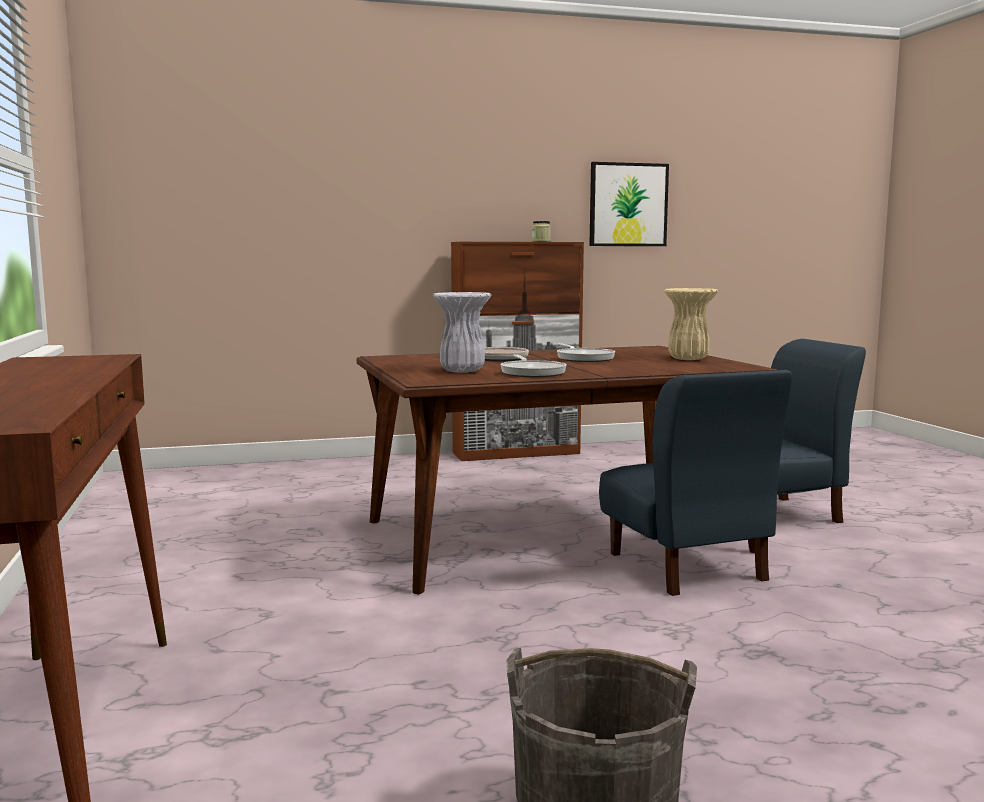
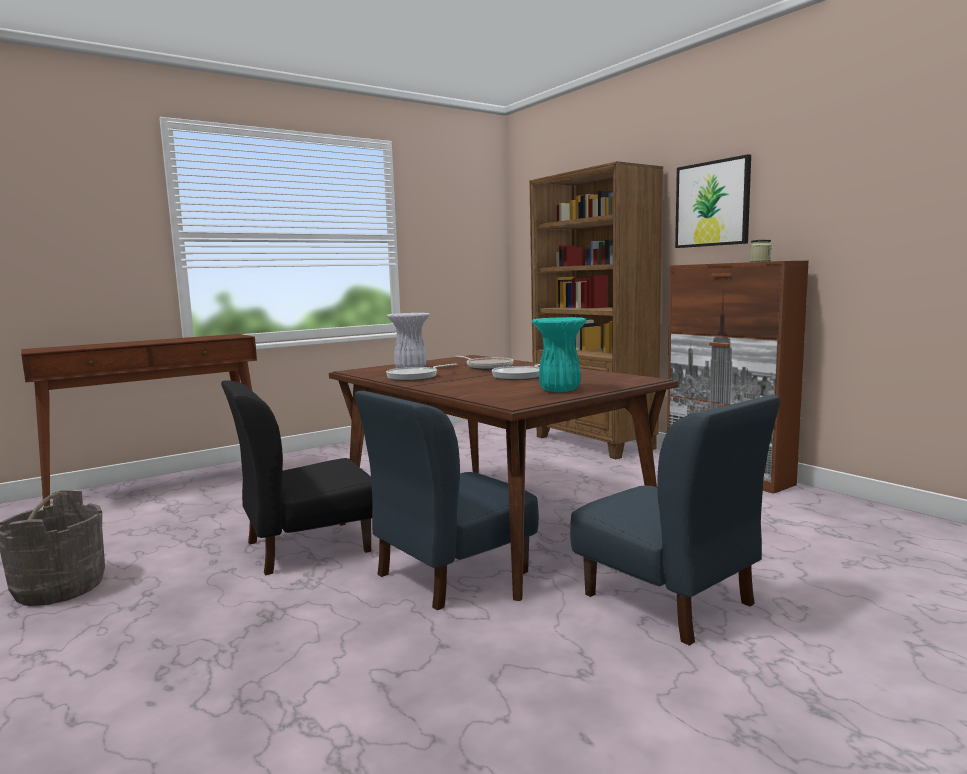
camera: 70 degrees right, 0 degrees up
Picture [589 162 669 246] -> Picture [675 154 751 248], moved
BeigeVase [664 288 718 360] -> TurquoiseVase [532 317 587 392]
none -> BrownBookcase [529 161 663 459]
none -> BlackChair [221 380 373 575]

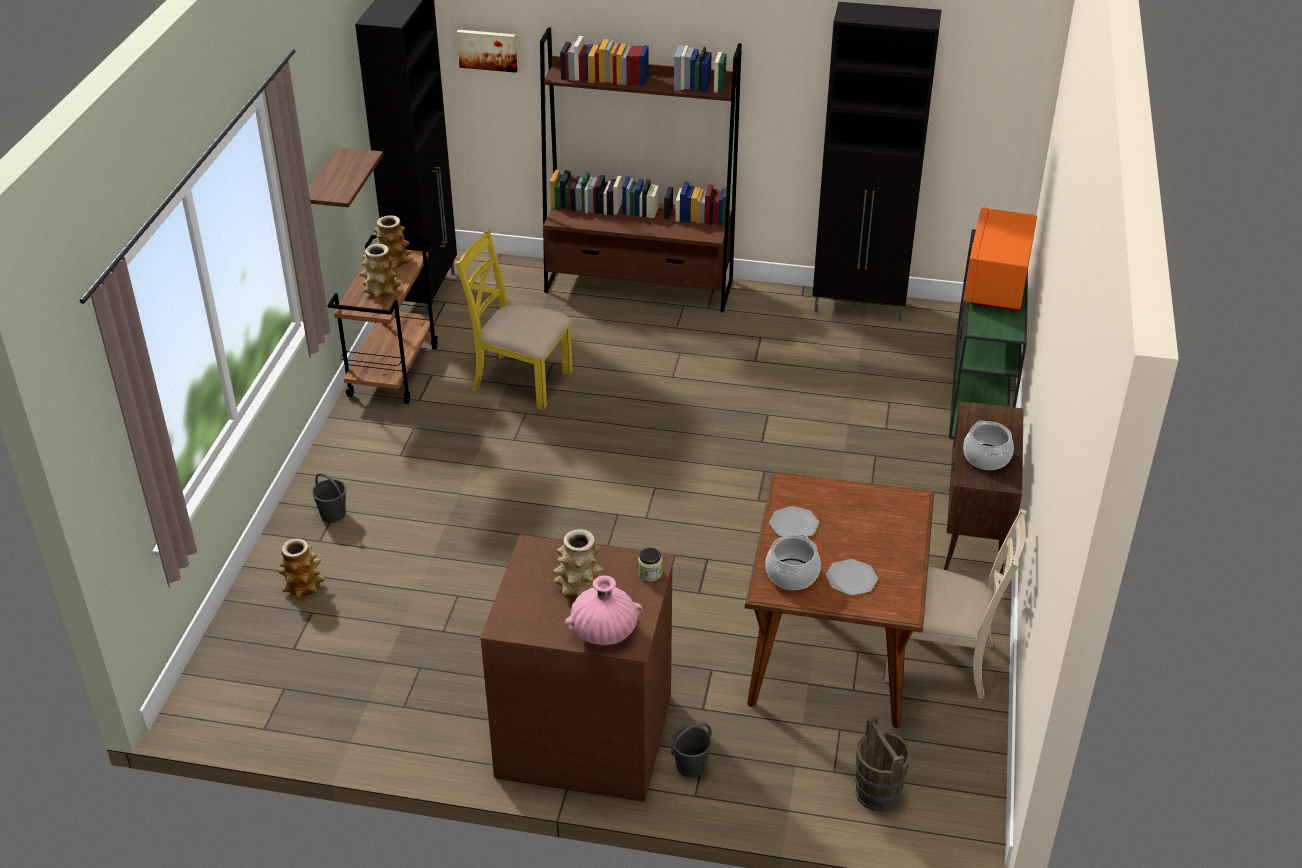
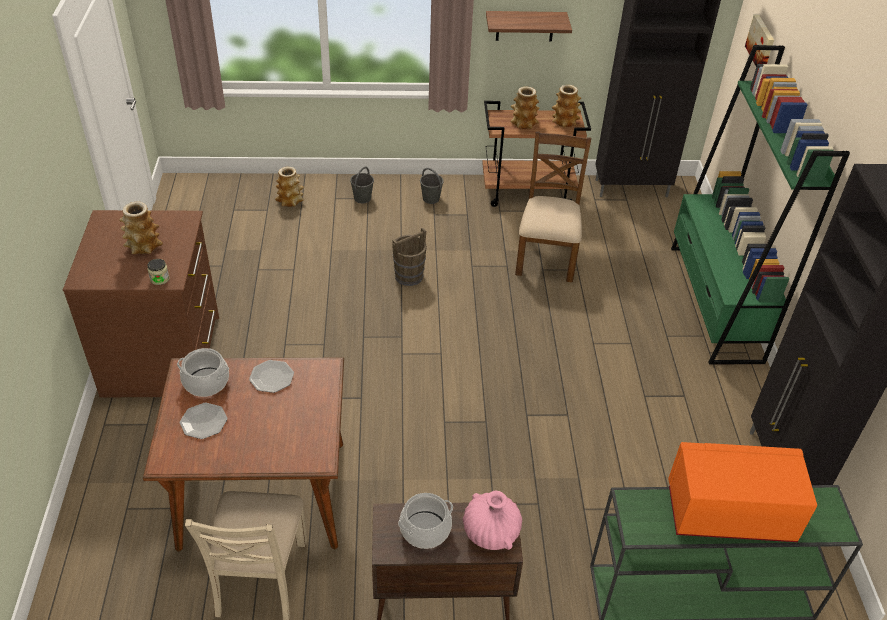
camera: 75 degrees right, 5 degrees up
BrownBookcase [540 27 742 312] -> GreenBookcase [671 45 850 364]
YellowChair [455 230 573 410] -> BrownChair [515 131 591 282]
PinkVase [565 575 643 645] -> PinkVase [463 491 522 550], moved
BrownBucket [855 716 911 811] -> BrownBucket [392 227 427 286], moved
GreyBucket [671 722 712 778] -> GreyBucket [420 168 444 204], moved

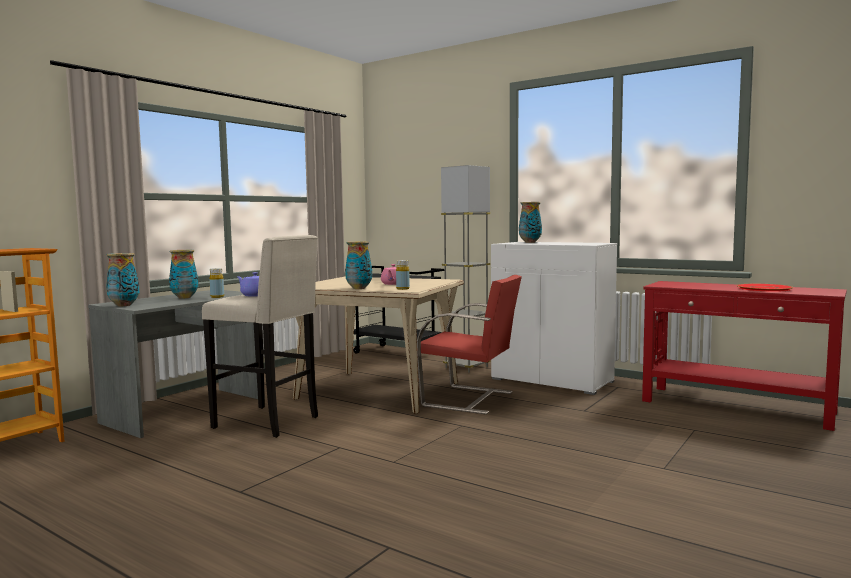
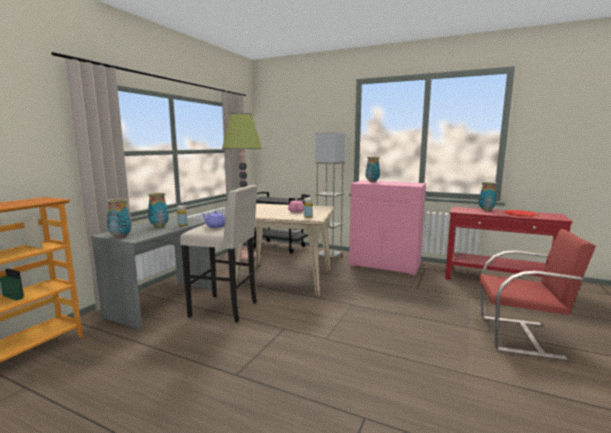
camera: 10 degrees left, 5 degrees up
Vase [345 241 372 289] -> Vase [479 182 497 211], moved
WhiteCabinet [491 242 617 395] -> PinkCabinet [349 180 426 276]
RedChair [417 275 522 415] -> RedChair [478 229 596 360], moved
none -> FloorLamp [222 113 262 259]

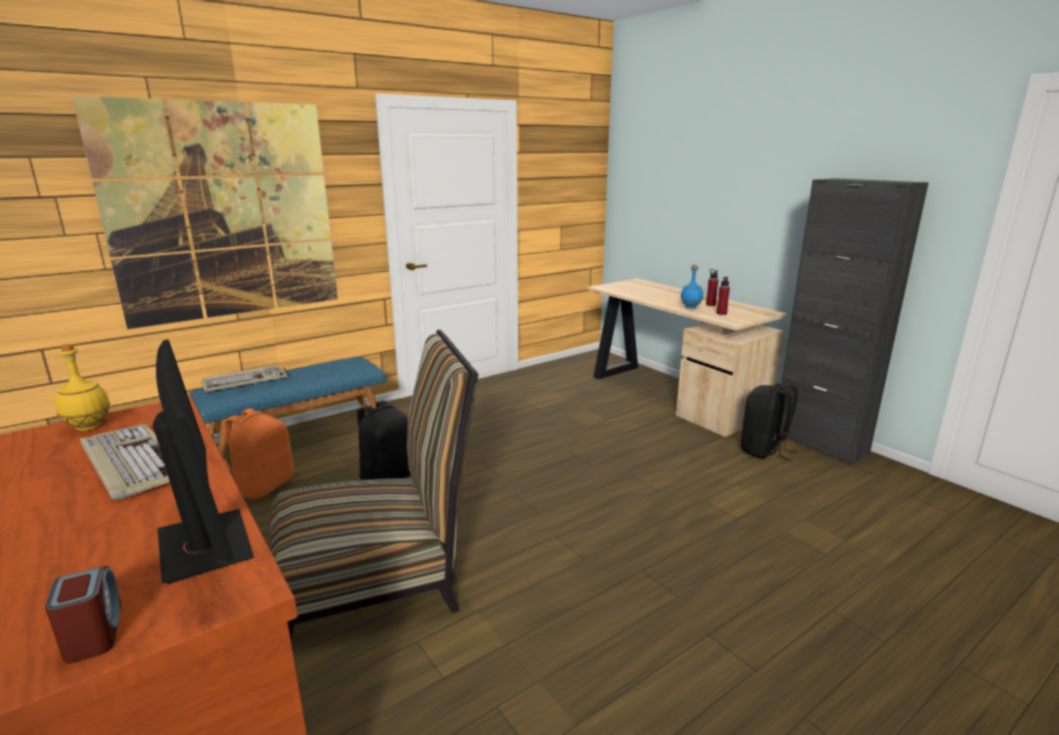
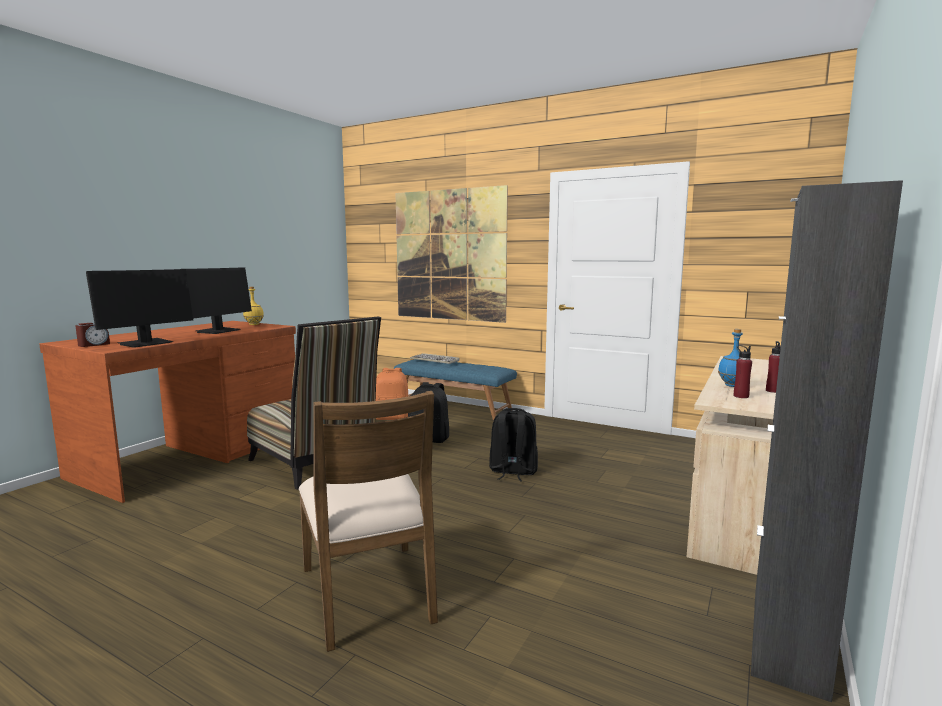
camera: 65 degrees right, 10 degrees down
BlackBackpack [741 383 798 461] -> BlackBackpack [489 408 538 482], moved
Keyboard [80 424 170 500] -> Monitor [186 267 252 334]
none -> BrownChair [299 391 438 652]

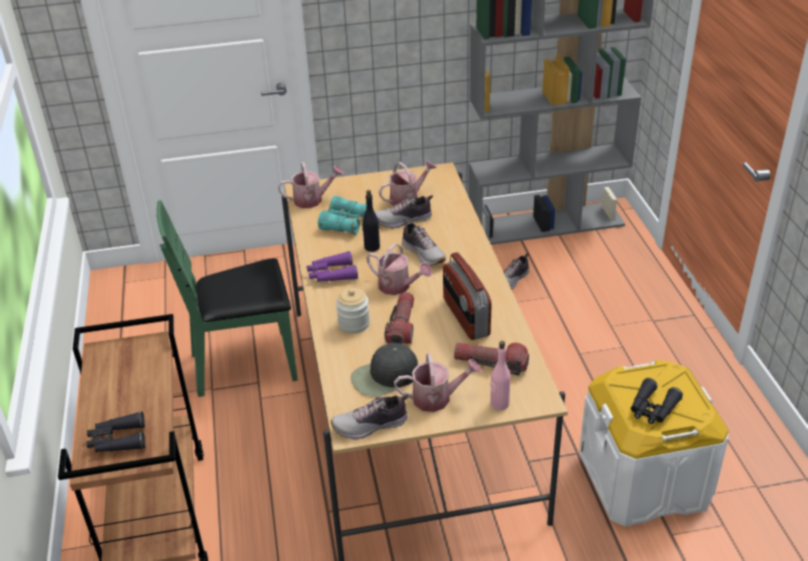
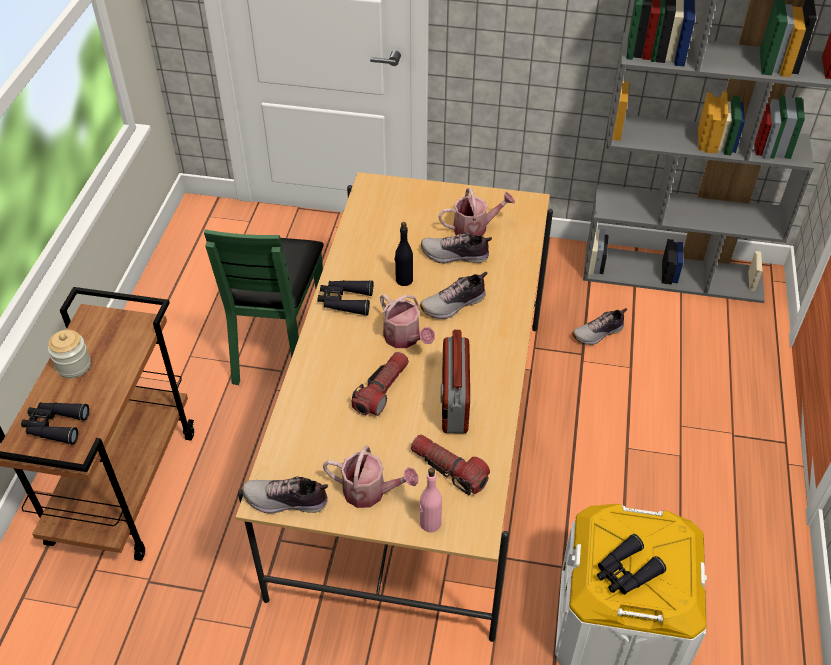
camera: 20 degrees right, 10 degrees up
WateringCan [278 162 344 208] -> none
TurquoiseBinoculars [318 196 367 235] -> none
GreenChair [156 200 298 397] -> GreenChair [204 230 324 385], 90 degrees counterclockwise
Shoe [402 219 446 266] -> Shoe [420 272 487 319], 75 degrees clockwise
PurpleBinoculars [307 251 358 282] -> BlackBinoculars [318 280 373 316]
Jar [336 288 370 334] -> Jar [48 330 91 378], moved
BlackCap [351 343 418 397] -> none

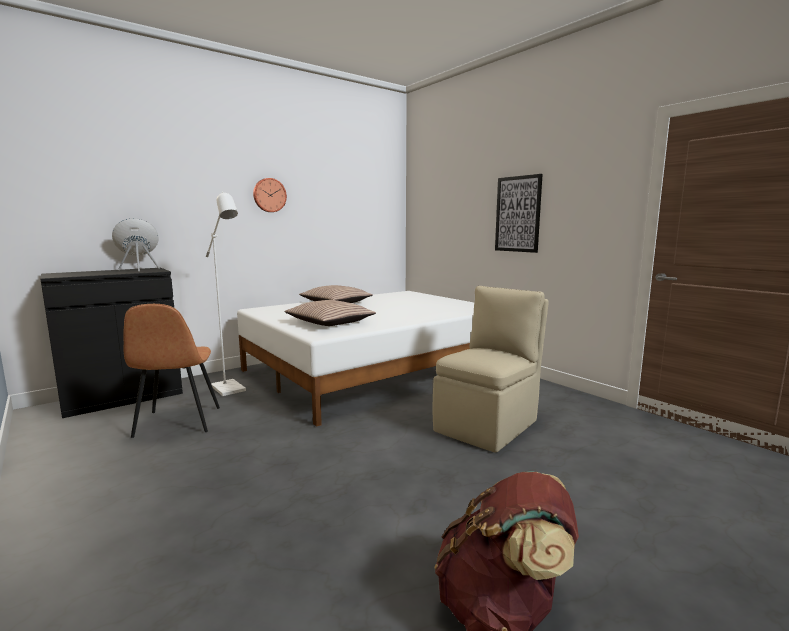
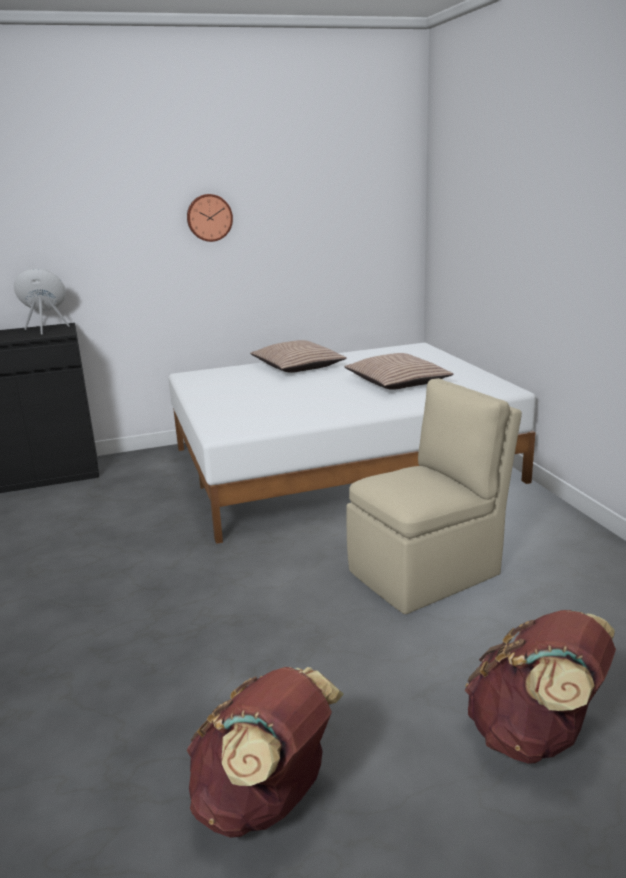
camera: 20 degrees right, 10 degrees up
Picture [495 174 543 253] -> none
WhiteFloorLamp [206 191 246 396] -> none
Pillow [285 300 376 326] -> Pillow [344 353 454 390], moved
BrownChair [124 304 220 438] -> none
none -> BrownBackpack [465 610 616 764]

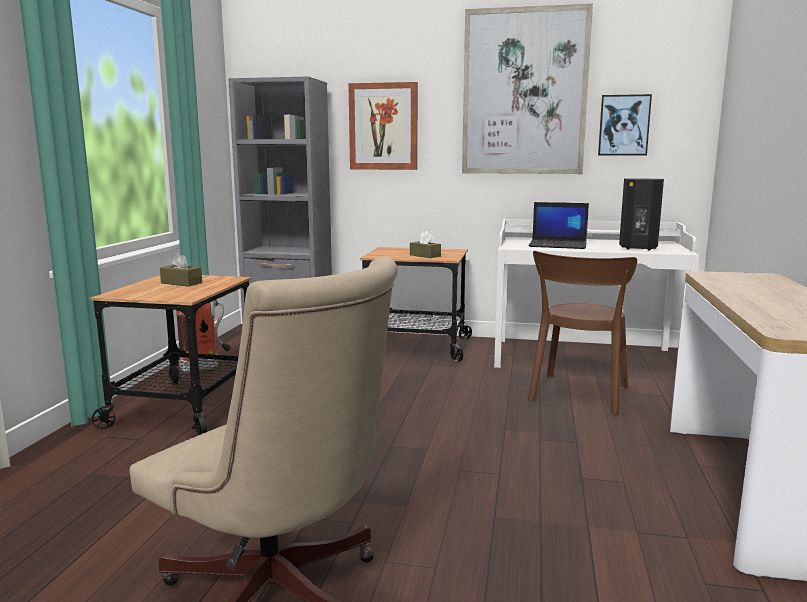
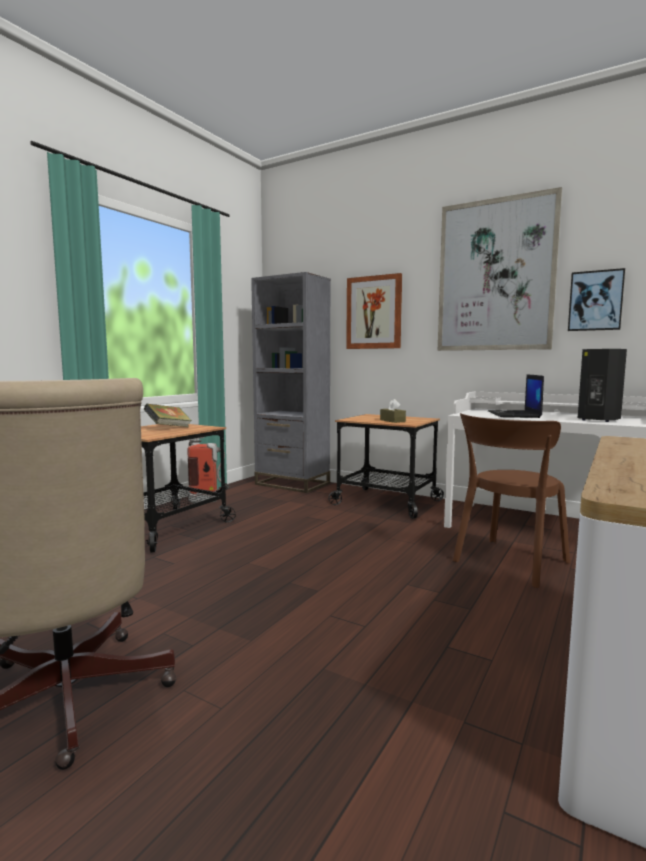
camera: 20 degrees right, 5 degrees down
Laptop [528 202 589 249] -> Laptop [488 374 544 418], 60 degrees clockwise
BrownTissueBox [160 252 202 287] -> Book [144 404 192 427]

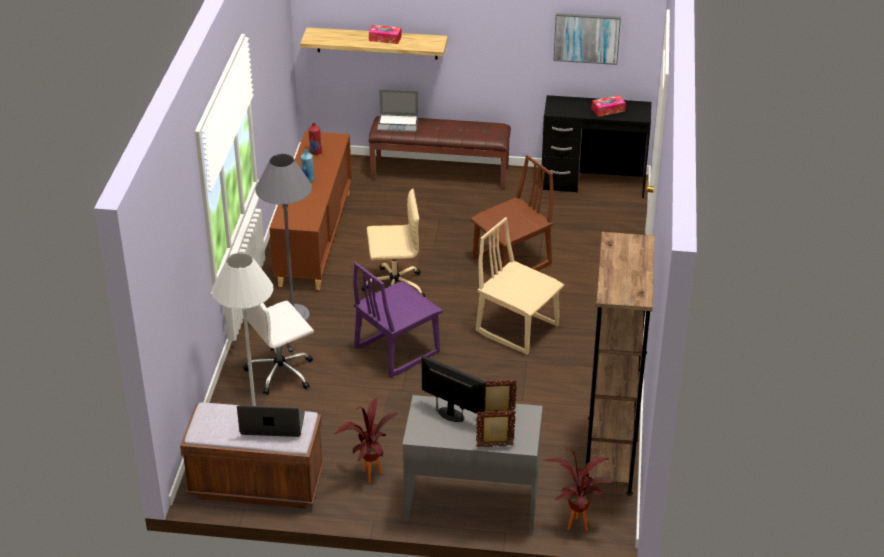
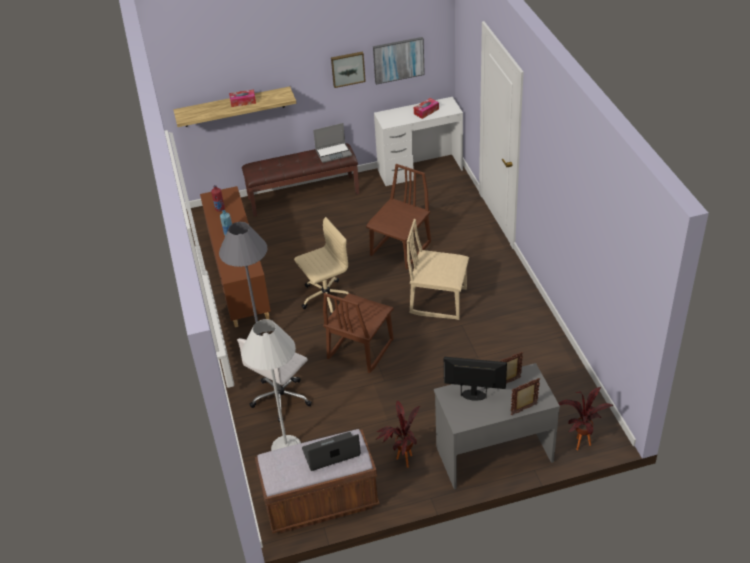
camera: 20 degrees left, 5 degrees up
Laptop [377 90 418 133] -> Laptop [313 123 352 163], moved
BlackDesk [541 95 652 198] -> WhiteDesk [374 97 463 186]
BrownBookcase [583 232 655 496] -> none
PurpleChair [353 262 443 377] -> BrownChair [323 293 394 373]
none -> Picture [331 52 366 88]

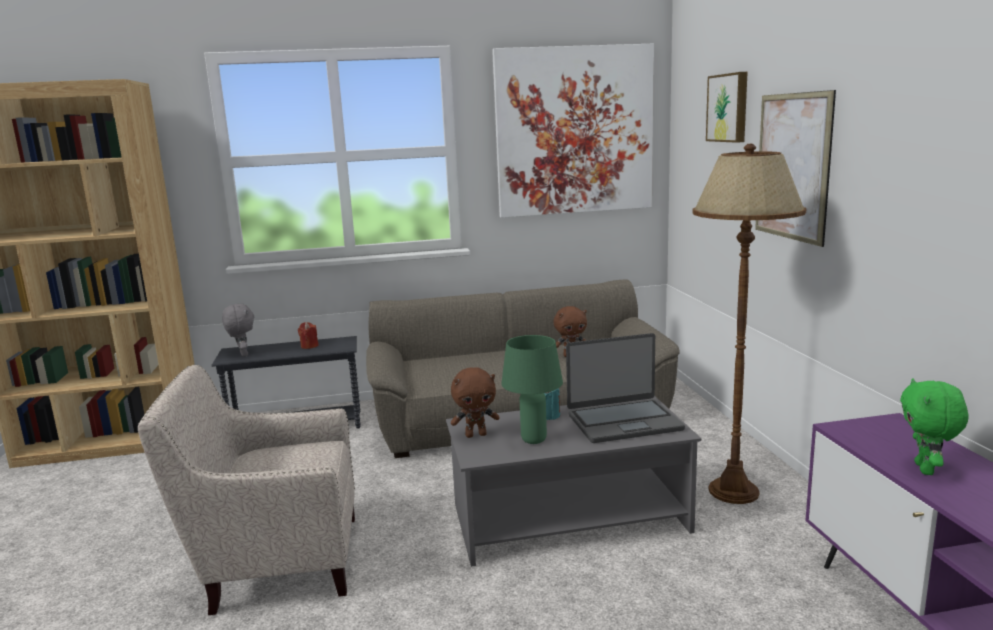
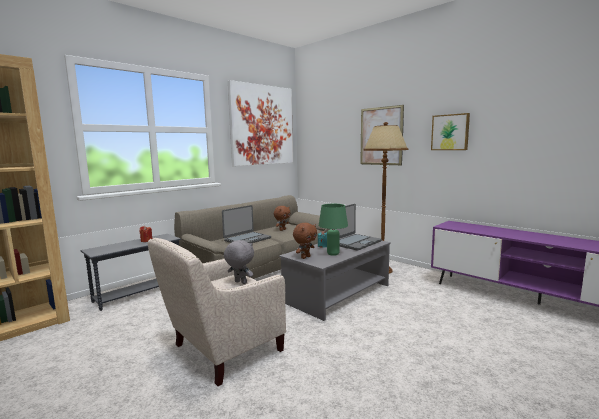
camera: 35 degrees left, 5 degrees down
Picture [706 72 748 143] -> Picture [431 113 470 150], moved
GreyPlushToy [222 303 254 357] -> GreyPlushToy [224 240 254 284], moved
GreenPlushToy [900 378 968 475] -> none
none -> Laptop [222 205 271 243]

